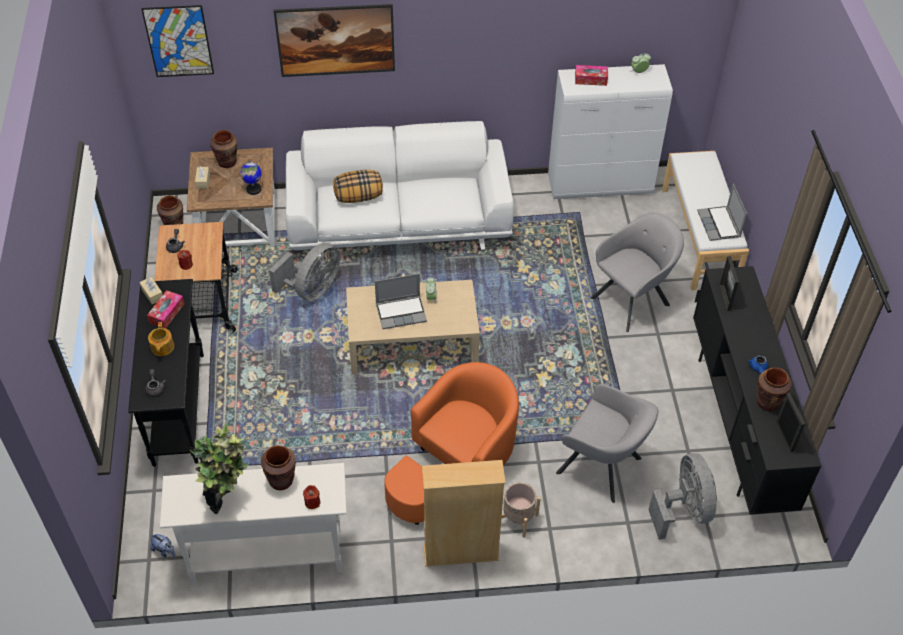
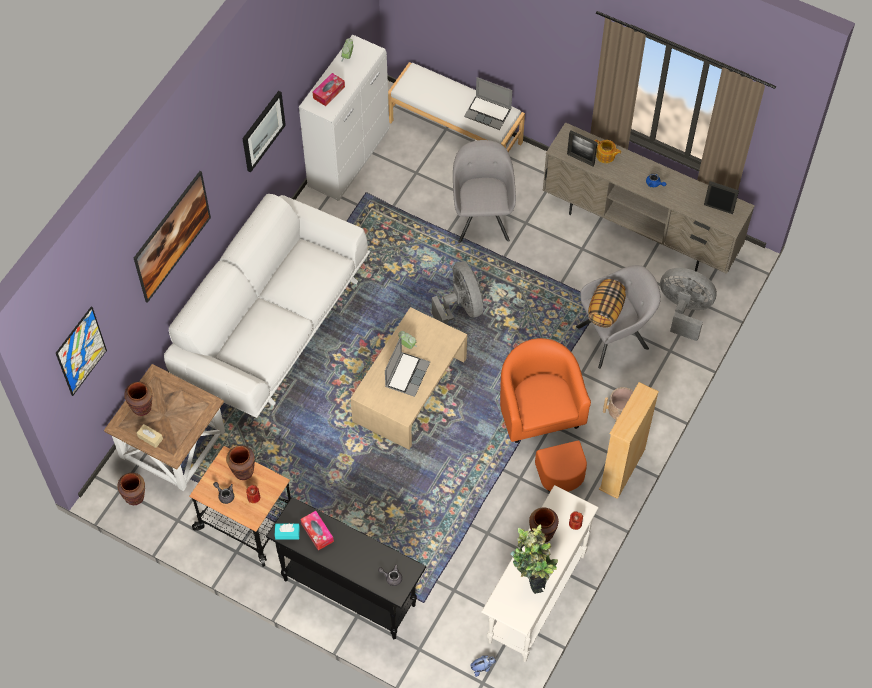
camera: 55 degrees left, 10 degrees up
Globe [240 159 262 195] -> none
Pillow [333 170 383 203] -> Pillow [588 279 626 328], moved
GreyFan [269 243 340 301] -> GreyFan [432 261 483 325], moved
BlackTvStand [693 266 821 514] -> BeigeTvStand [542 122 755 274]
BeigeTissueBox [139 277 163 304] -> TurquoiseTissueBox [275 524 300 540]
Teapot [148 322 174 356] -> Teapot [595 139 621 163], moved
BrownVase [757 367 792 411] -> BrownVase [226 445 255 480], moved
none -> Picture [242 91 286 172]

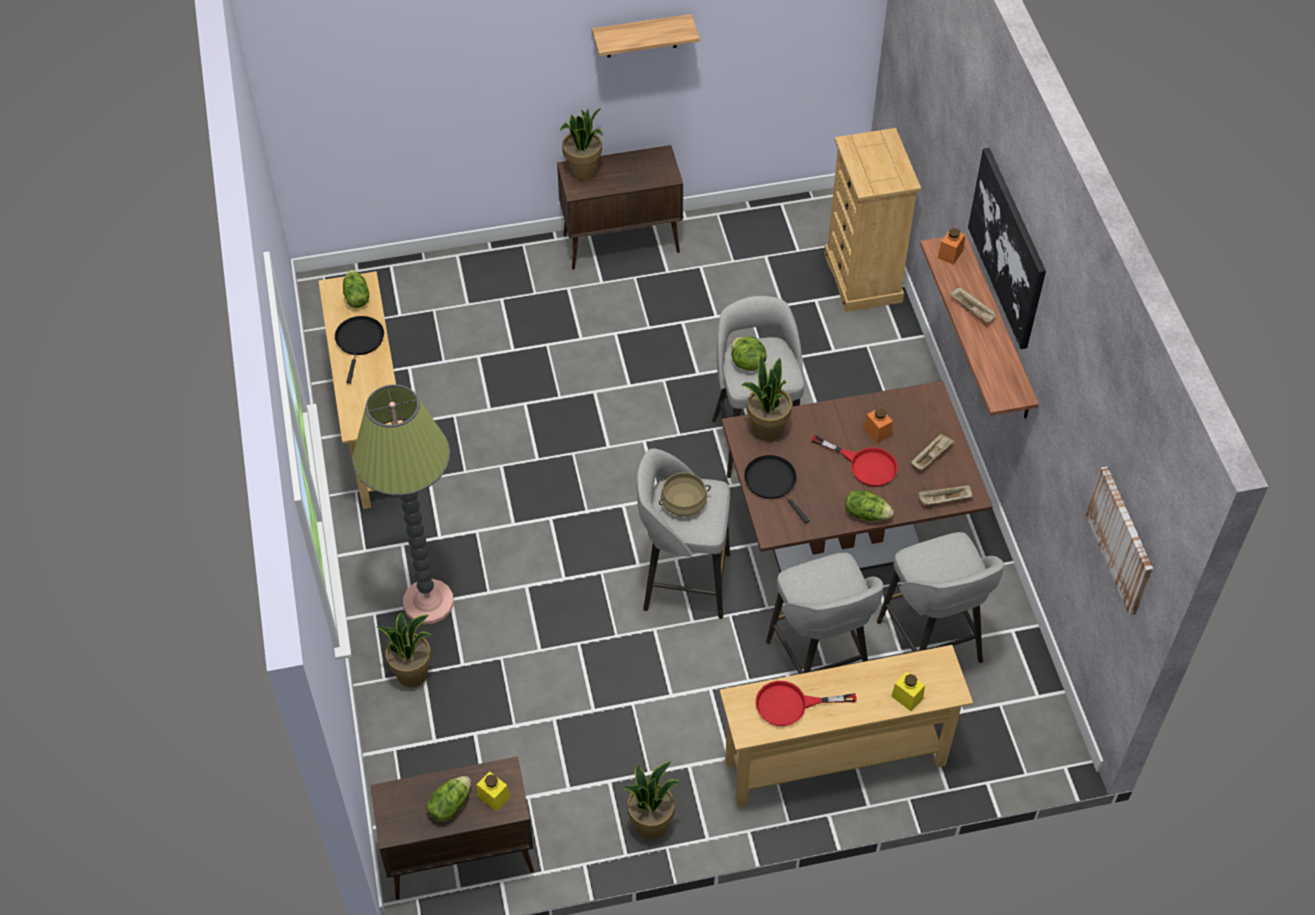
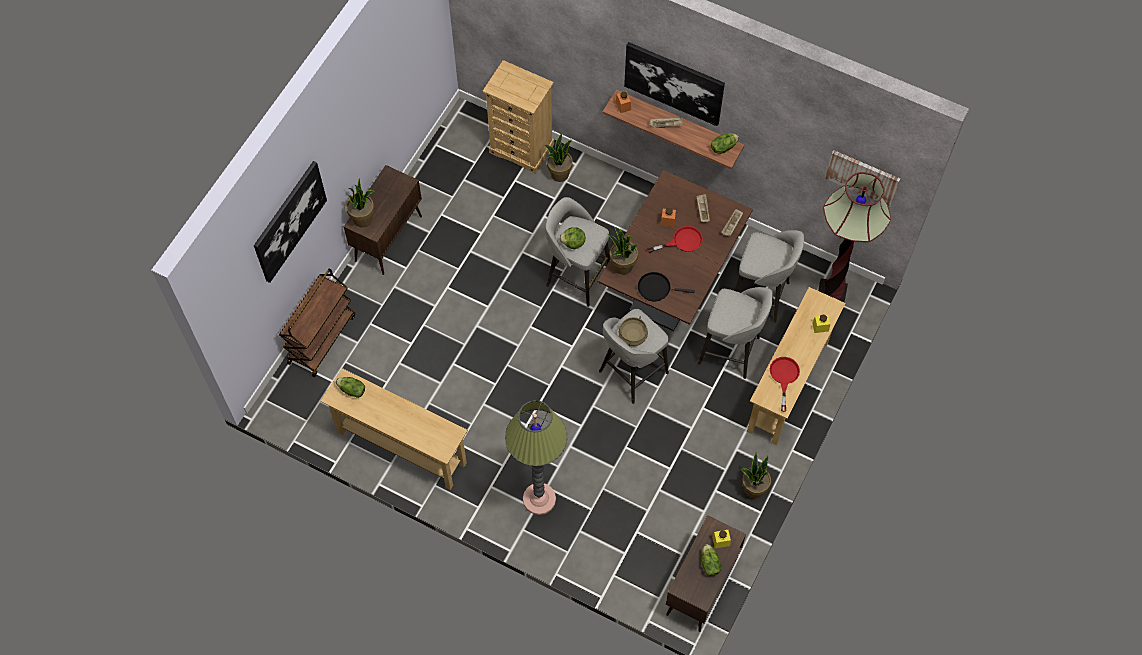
camera: 50 degrees left, 10 degrees up
Shelf [592 14 700 58] -> none
BlackFryingPan [335 316 384 384] -> none
Lettuce [845 490 894 521] -> Lettuce [711 133 739 154], moved
PottedPlant [377 612 433 687] -> PottedPlant [545 133 573 182], moved
RedFryingPan [755 681 856 726] -> RedFryingPan [770 357 800 412], 150 degrees clockwise
none -> Picture [254 161 327 283]
none -> FloorLamp [818 172 891 302]
none -> BrownCart [279 269 355 377]

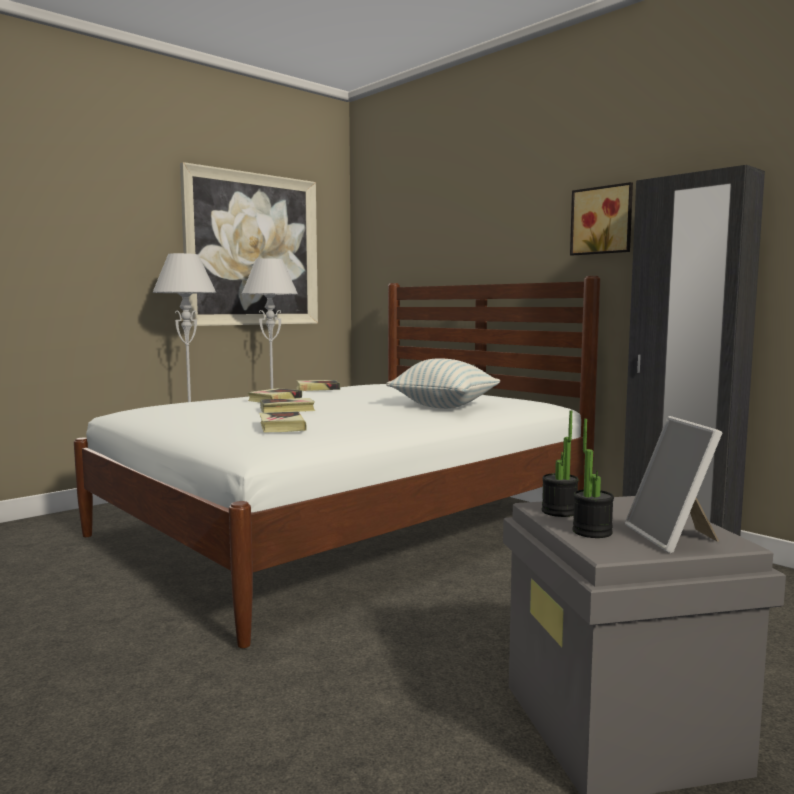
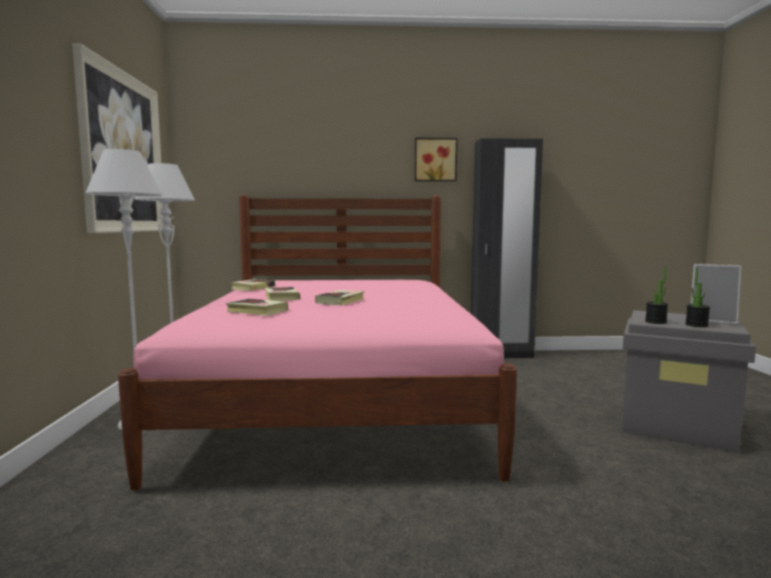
camera: 50 degrees left, 0 degrees up
WhiteBed [74 276 600 648] -> PinkBed [118 194 517 490]
Pillow [386 358 501 409] -> none
Book [259 411 307 432] -> Book [226 299 289 316], moved

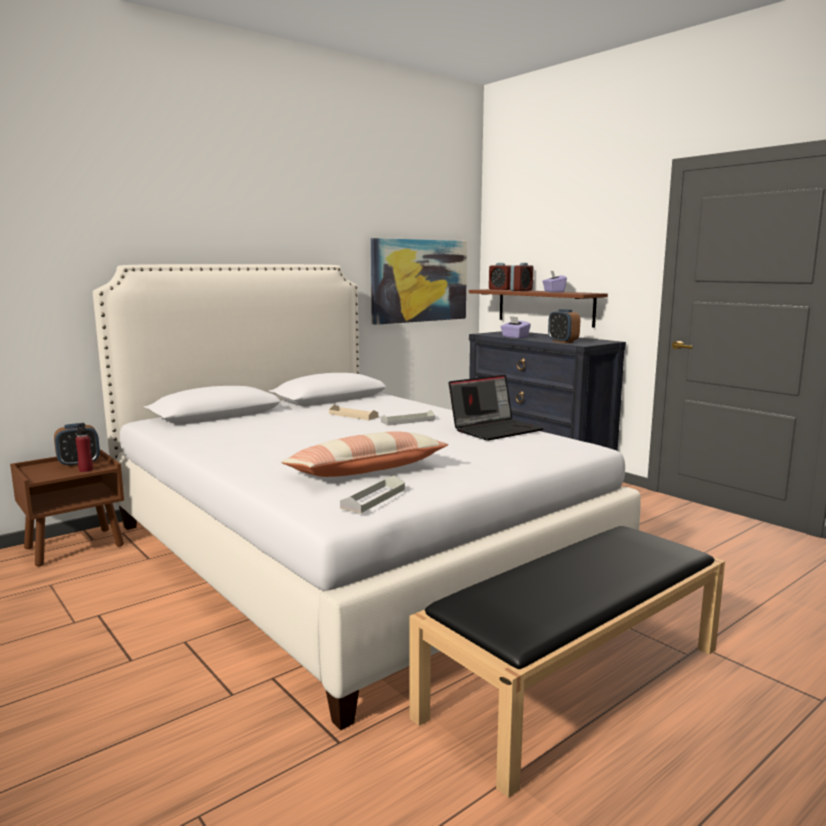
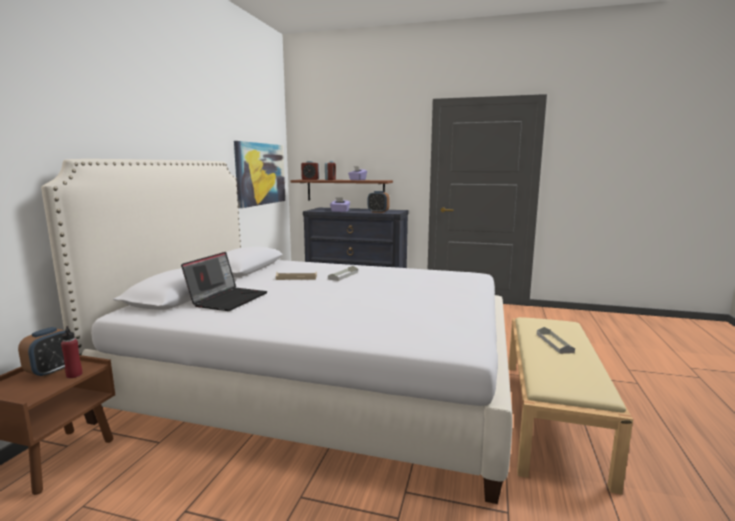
camera: 35 degrees left, 0 degrees up
Laptop [449 375 544 441] -> Laptop [181 252 267 311], moved
Pillow [281 431 448 477] -> none
GreyTray [340 475 405 513] -> GreyTray [537 327 575 354], moved
BlackBench [410 526 725 798] -> BeigeBench [508 317 633 495]

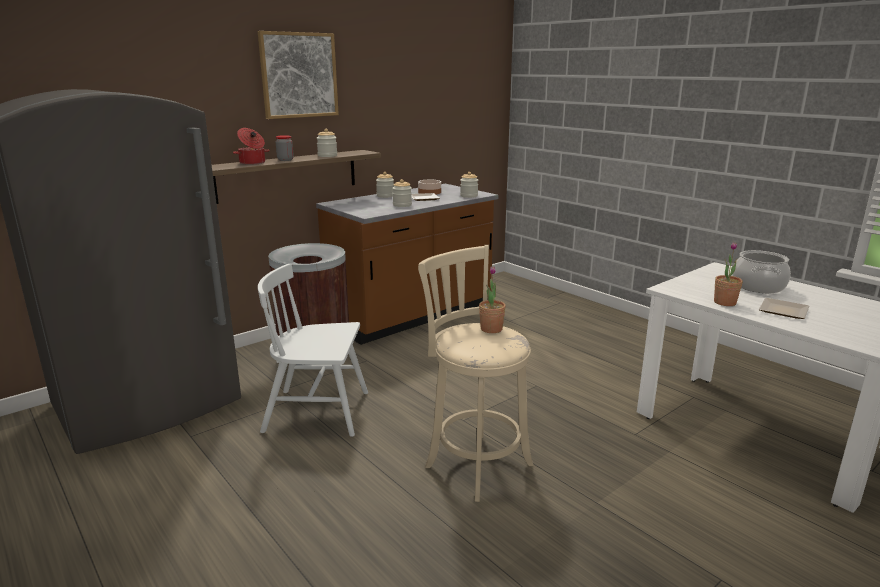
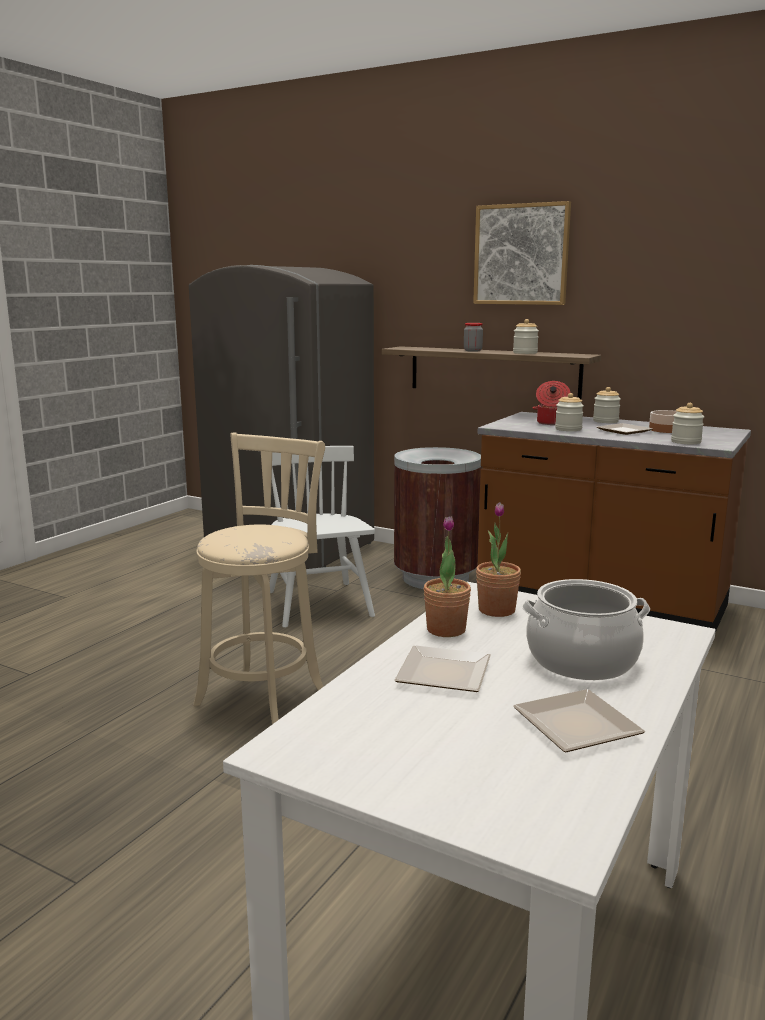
camera: 70 degrees right, 5 degrees down
CookingPot [233 128 270 165] -> CookingPot [533 381 570 425], moved
PottedPlant [479 266 506 333] -> PottedPlant [476 502 521 617], moved
none -> Plate [513 689 645 752]

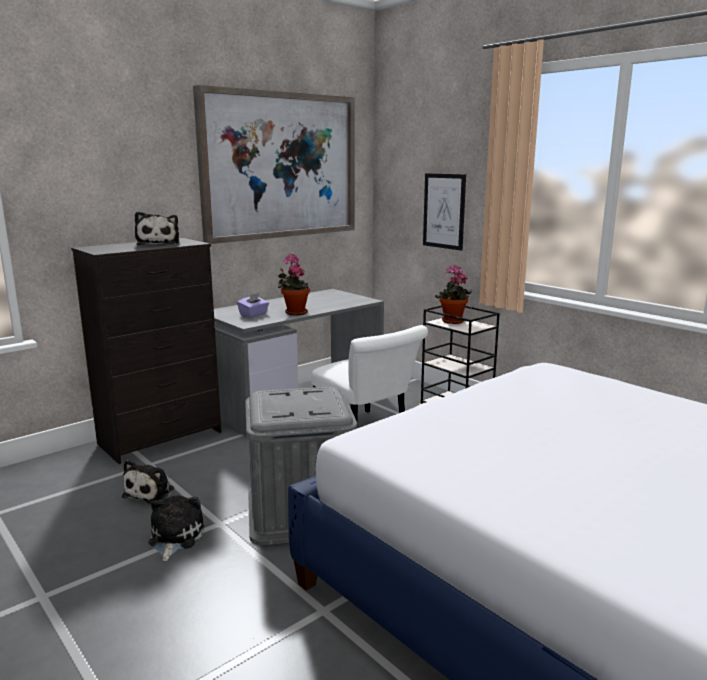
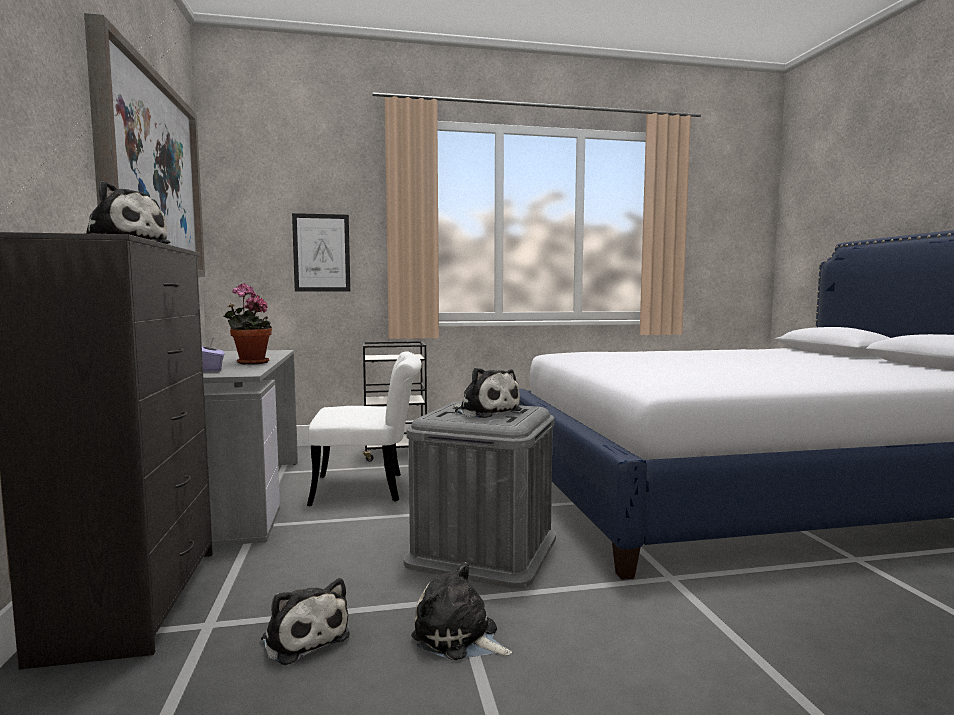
camera: 60 degrees left, 10 degrees down
PottedPlant [435 265 472 324] -> none
none -> PlushToy [453 368 522 418]

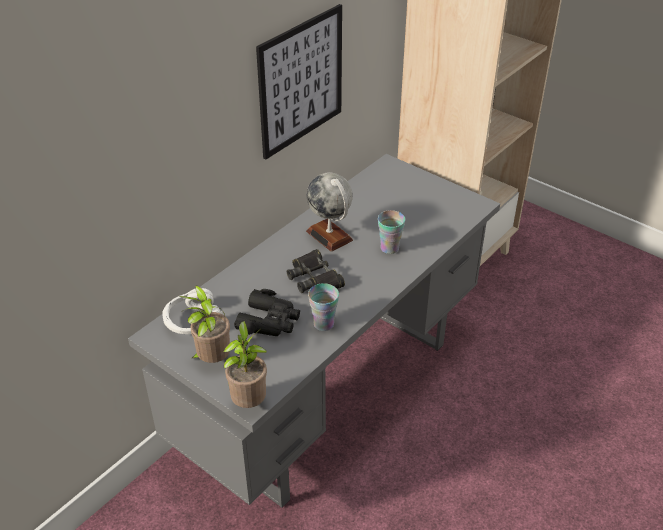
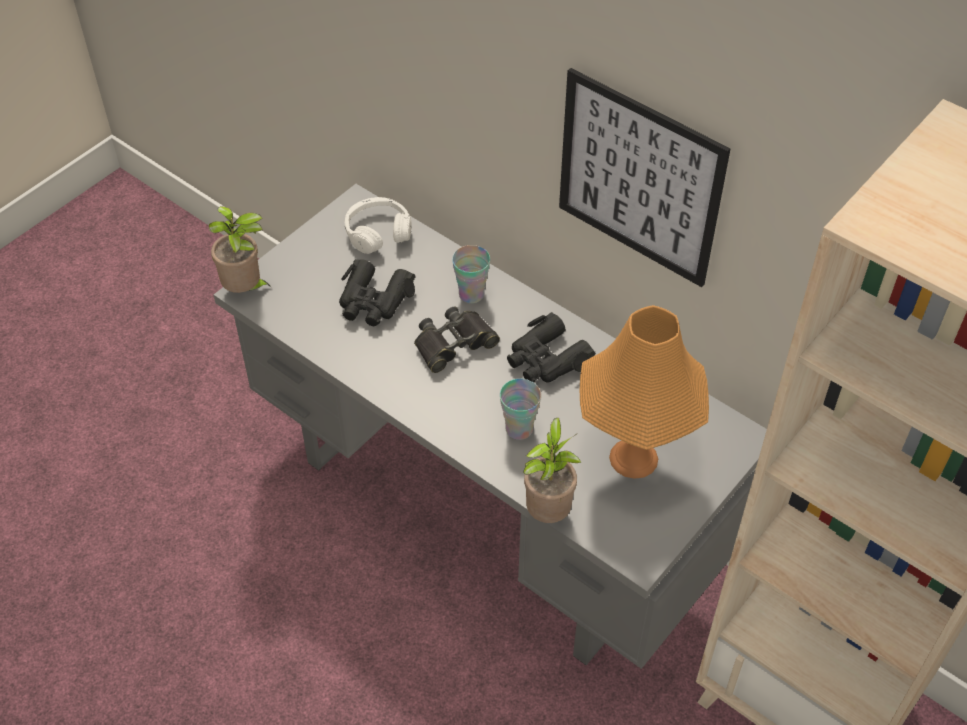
camera: 90 degrees right, 10 degrees up
Globe [306 172 353 252] -> BlackBinoculars [507 312 596 383]
Cup [308 283 339 331] -> Cup [452 245 490 303], moved
PottedPlant [179 285 230 363] -> PottedPlant [523 418 581 523], moved
none -> OrangeTableLamp [580 305 709 479]

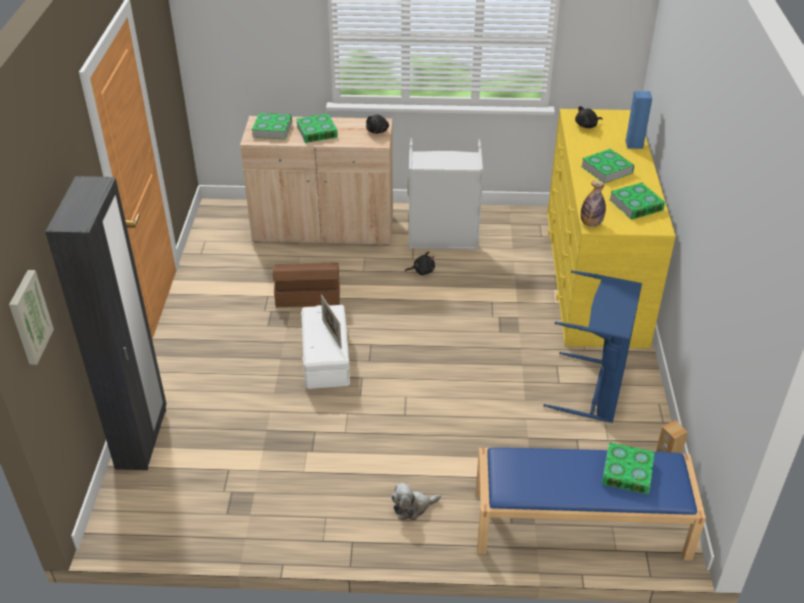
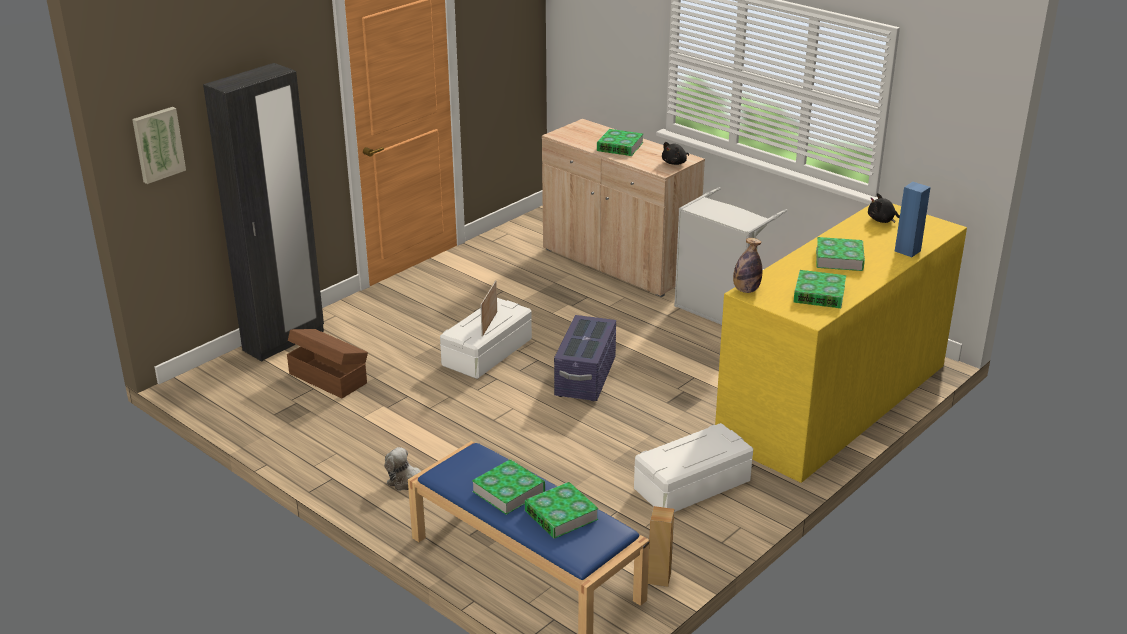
camera: 40 degrees right, 10 degrees down
Book [252 113 292 140] -> Book [472 459 545 515], moved
BlackPlushToy [405 252 435 275] -> none
BrownStorageBox [273 262 340 307] -> BrownStorageBox [287 329 368 398], moved
BlueLaundryBasket [543 270 642 423] -> WhiteStorageBox [634 423 753 512]
none -> PurpleStorageBox [554 315 616 401]

